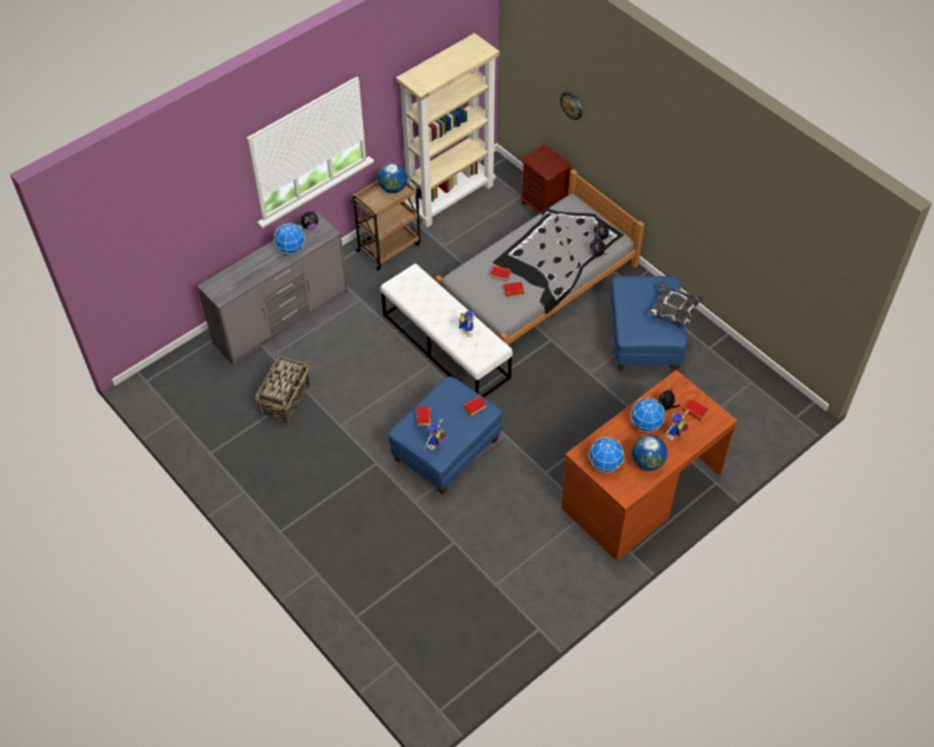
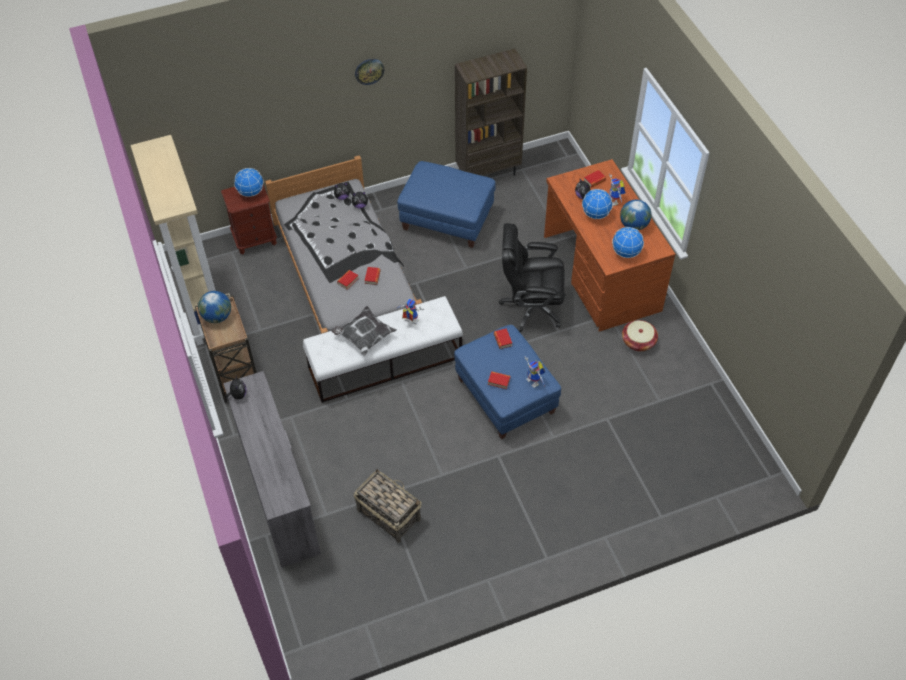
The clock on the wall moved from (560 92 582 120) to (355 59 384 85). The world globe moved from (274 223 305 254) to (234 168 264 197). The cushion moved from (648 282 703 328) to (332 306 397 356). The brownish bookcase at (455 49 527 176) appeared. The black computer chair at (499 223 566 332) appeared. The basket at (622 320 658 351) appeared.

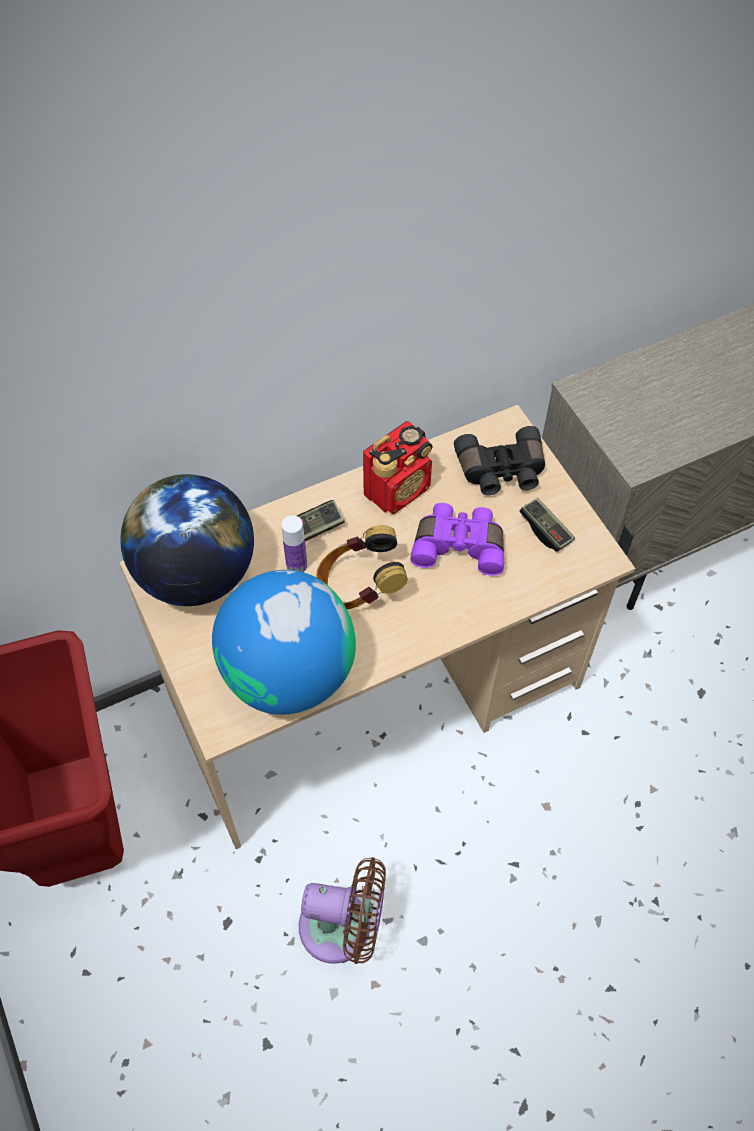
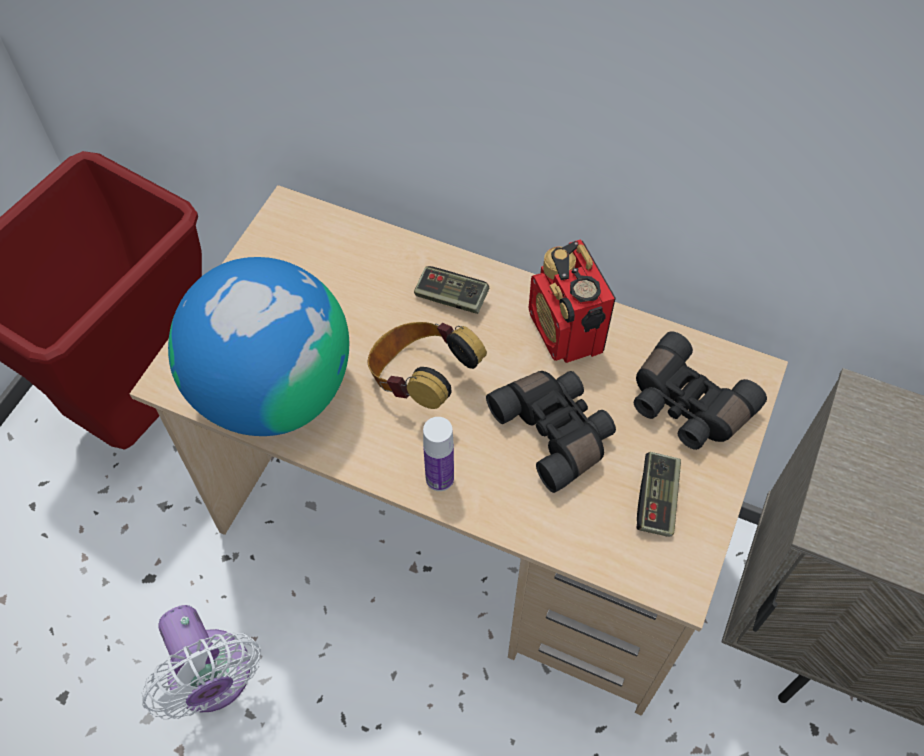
The radio set at (363 421 433 514) turned 60 degrees clockwise. The world globe at (120 474 254 606) disappeared. The purple field glasses at (410 503 504 576) became the black field glasses at (486 371 616 493). The drink bottle moved from (282 515 307 572) to (423 417 454 491). The brownish cooling fan at (299 857 386 964) became the white cooling fan at (142 605 261 719).

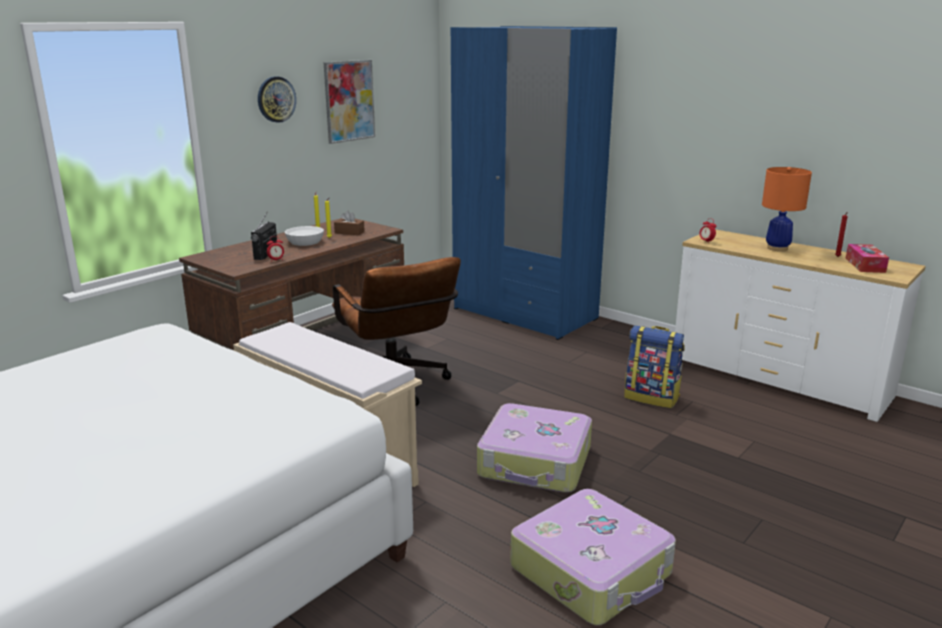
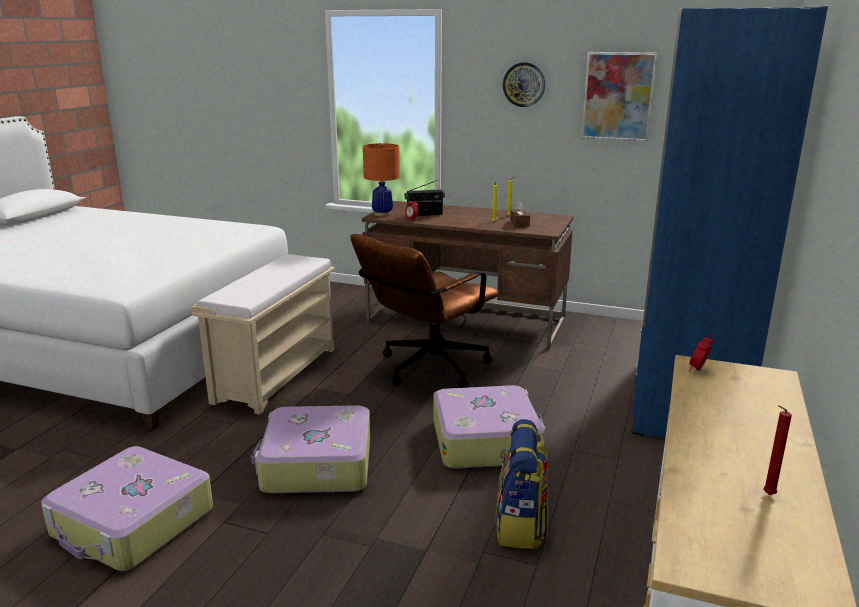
The orange-coloured tabletop lamp moved from (762 167 812 251) to (363 143 400 216). The white bowl at (285 226 324 246) disappeared. The box of tissues at (845 244 889 273) disappeared. The suitcase at (433 385 546 469) appeared.

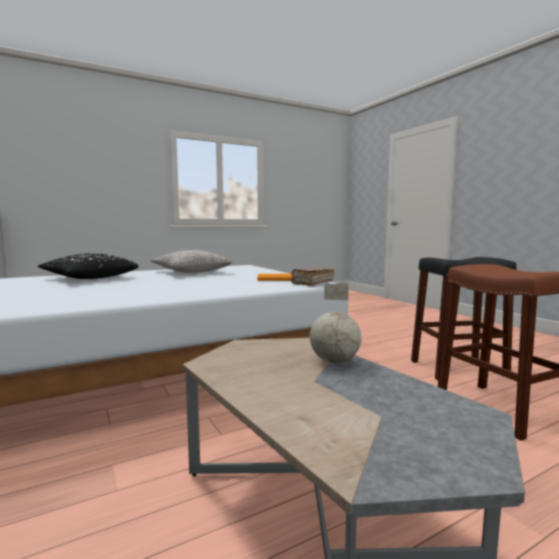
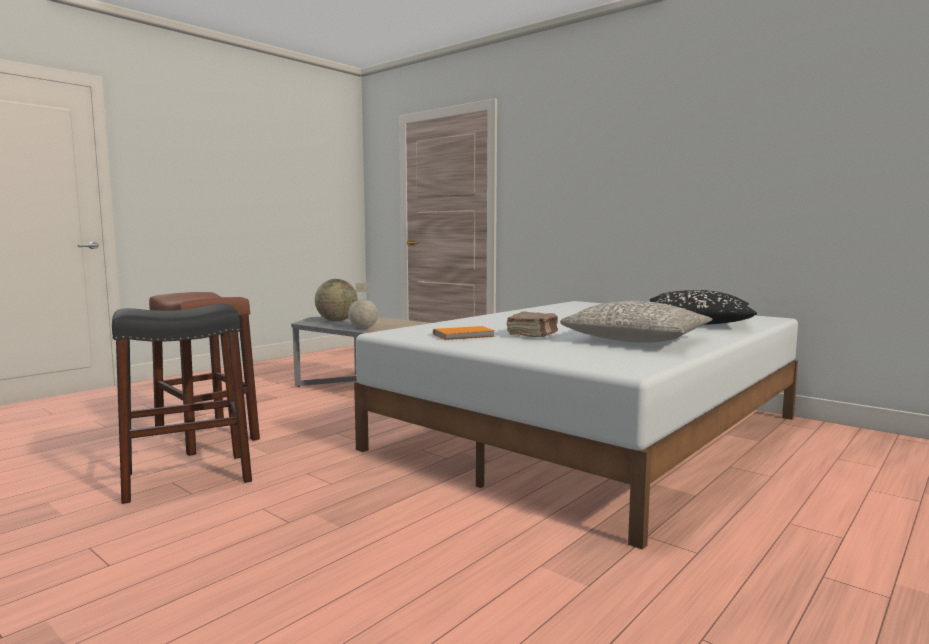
The brownish bound book moved from (291 267 335 286) to (507 311 558 337). The world globe at (315 279 358 321) appeared.

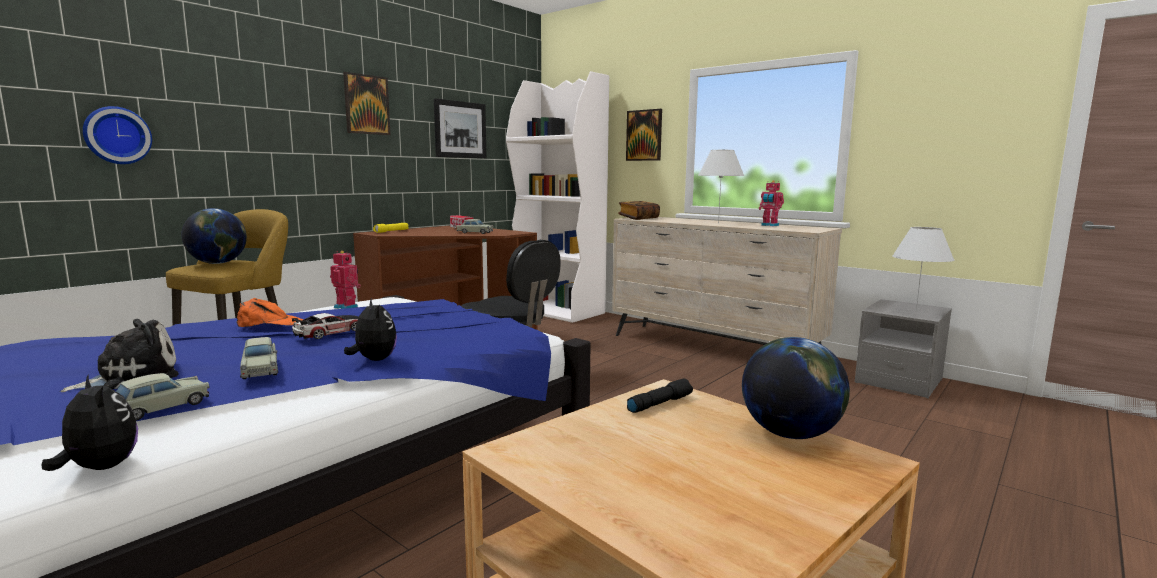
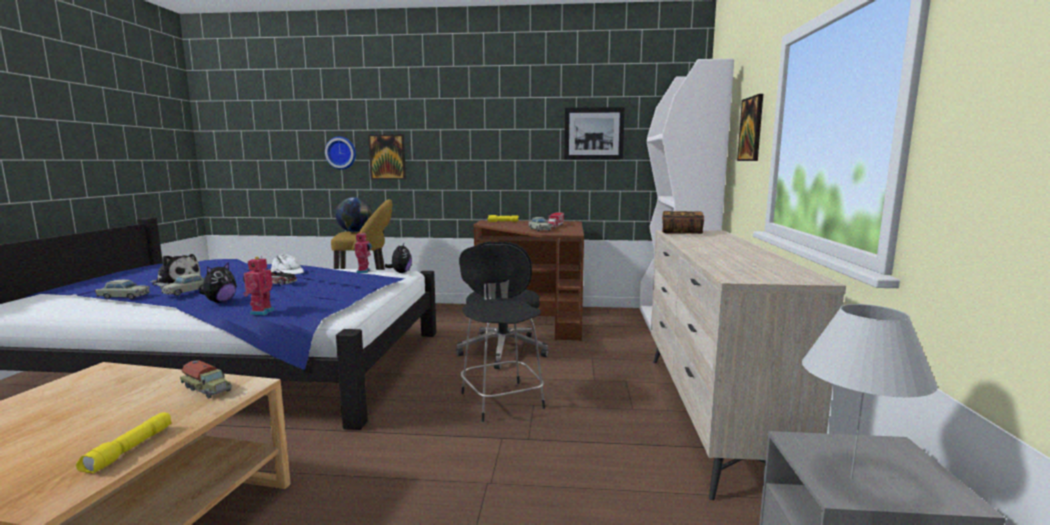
The wall picture moved from (343 72 391 135) to (368 135 406 180). The white tabletop lamp at (698 150 744 223) disappeared. The model robot moved from (759 180 784 226) to (243 256 275 315). The orange-coloured cap at (237 298 303 327) became the white cap at (271 254 304 274). The world globe at (742 337 850 439) was replaced by the yellow-coloured hand torch at (76 412 172 473). The plush toy moved from (41 375 138 471) to (385 243 412 273). The black hand torch at (627 379 693 413) was replaced by the model truck at (180 360 232 399). The black stool seat at (459 245 545 422) appeared.

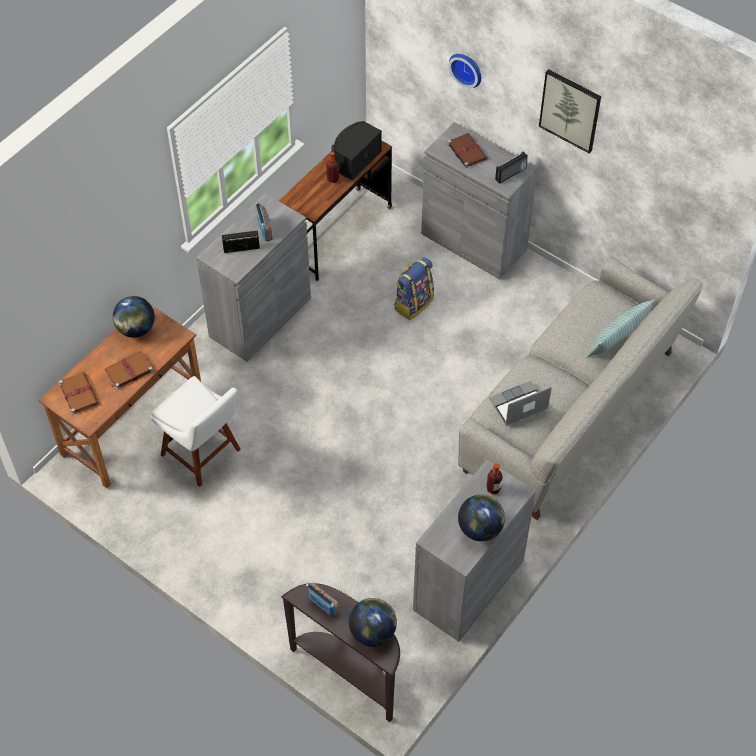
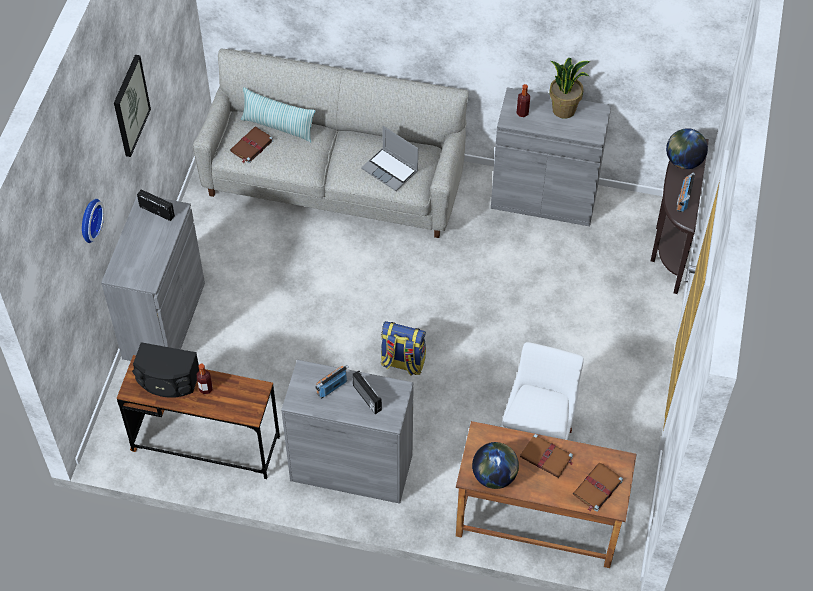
The brownish bound book moved from (447 133 487 168) to (230 127 274 163). The rucksack moved from (394 257 434 320) to (381 321 426 376). The world globe at (458 494 505 541) was replaced by the potted plant at (549 58 590 119).

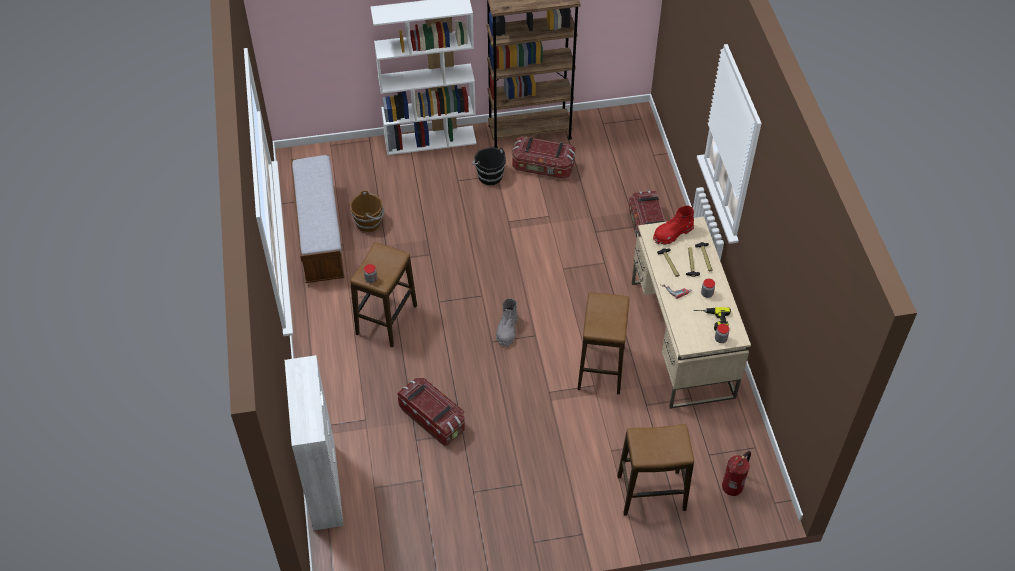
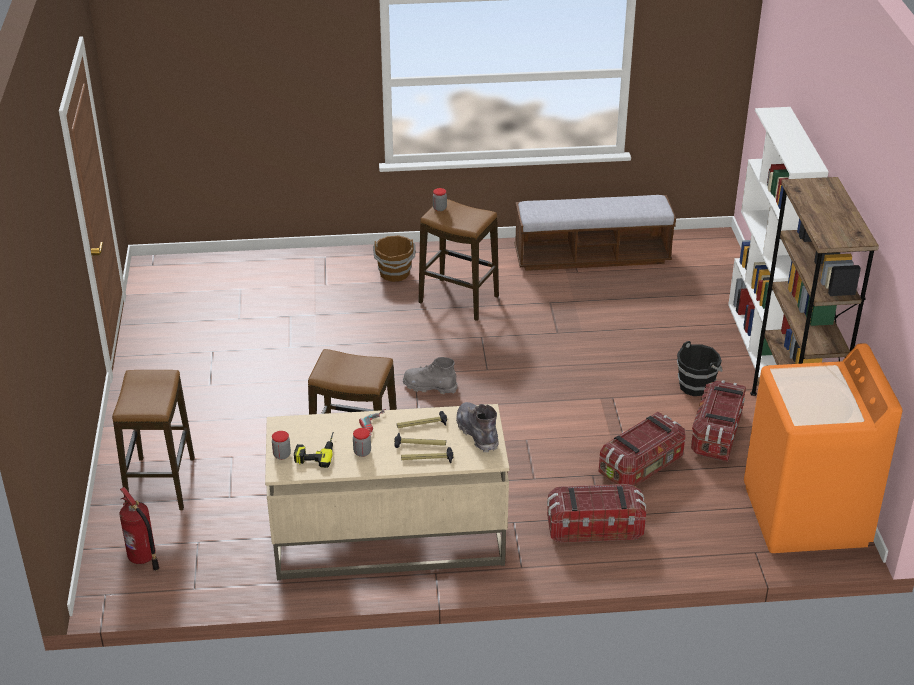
The brownish bucket moved from (350 190 385 232) to (373 235 415 282). The red-coloured tall boot at (653 205 694 245) became the gray tall boot at (456 402 498 453). The white cupboard at (285 355 344 531) disappeared. The storage box moved from (397 378 465 446) to (598 412 686 486). The orange-coloured laundry machine at (744 343 903 553) appeared.

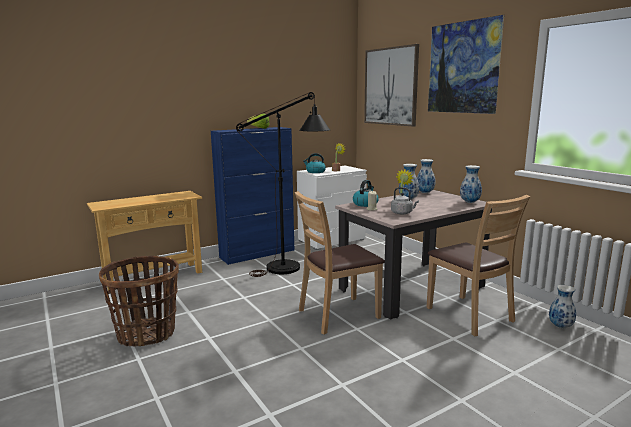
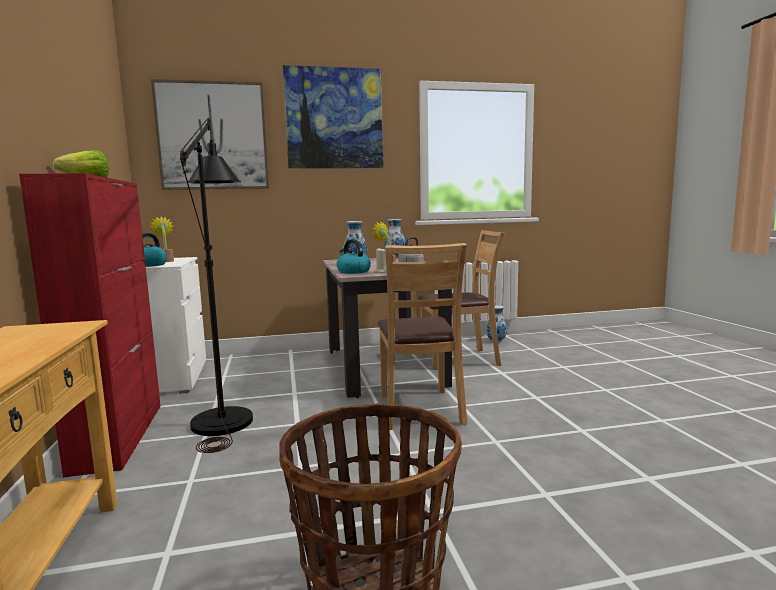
The bluish cupboard at (211 127 294 265) became the red-coloured cupboard at (19 173 161 477). The decorative vase at (417 159 435 193) disappeared.

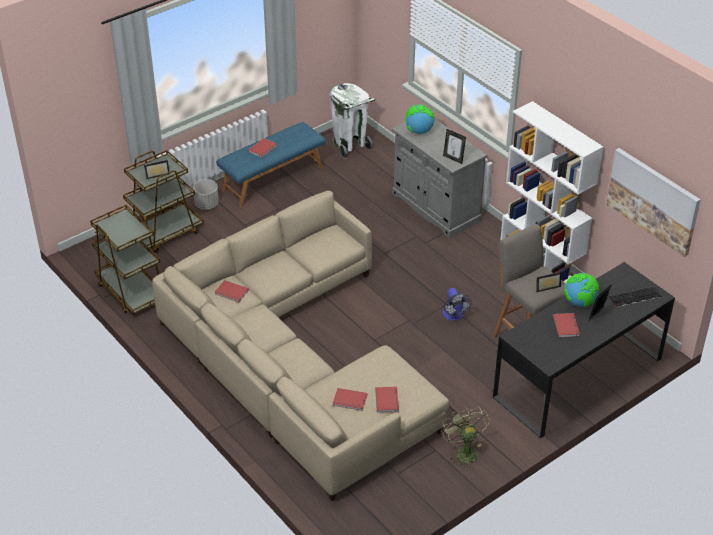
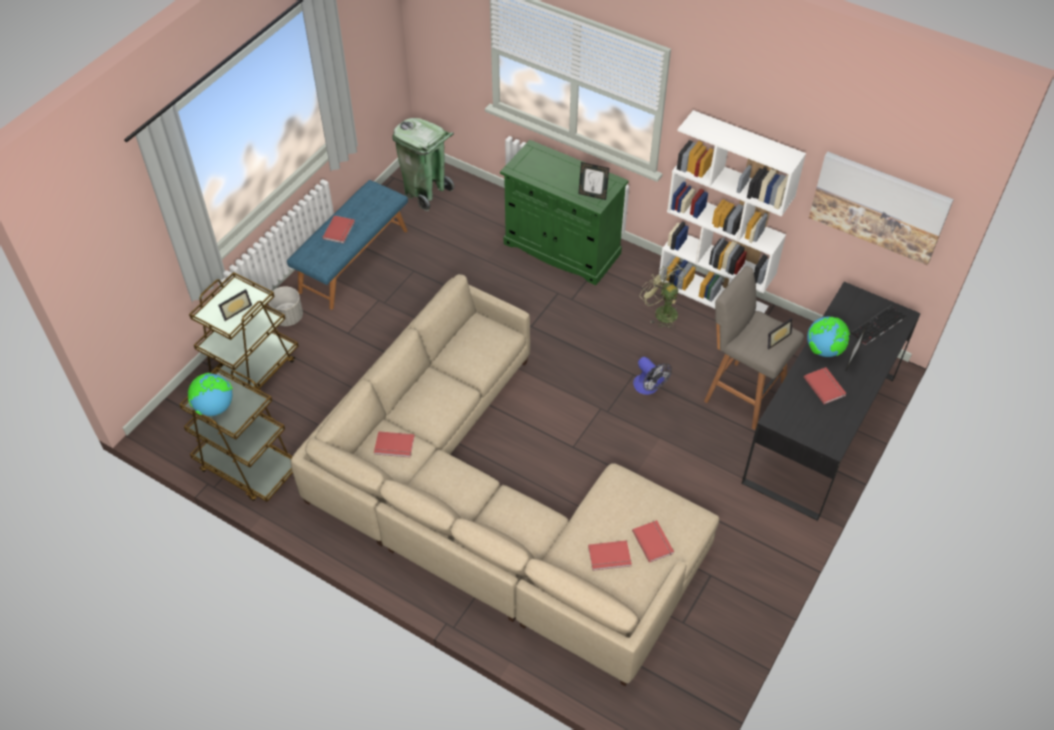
The white trash can at (329 83 375 159) became the green trash can at (393 118 454 211). The world globe moved from (405 104 435 134) to (188 373 233 416). The gray cupboard at (392 119 487 238) became the green cupboard at (500 140 629 285). The green cooling fan moved from (441 406 490 470) to (640 262 685 329).

